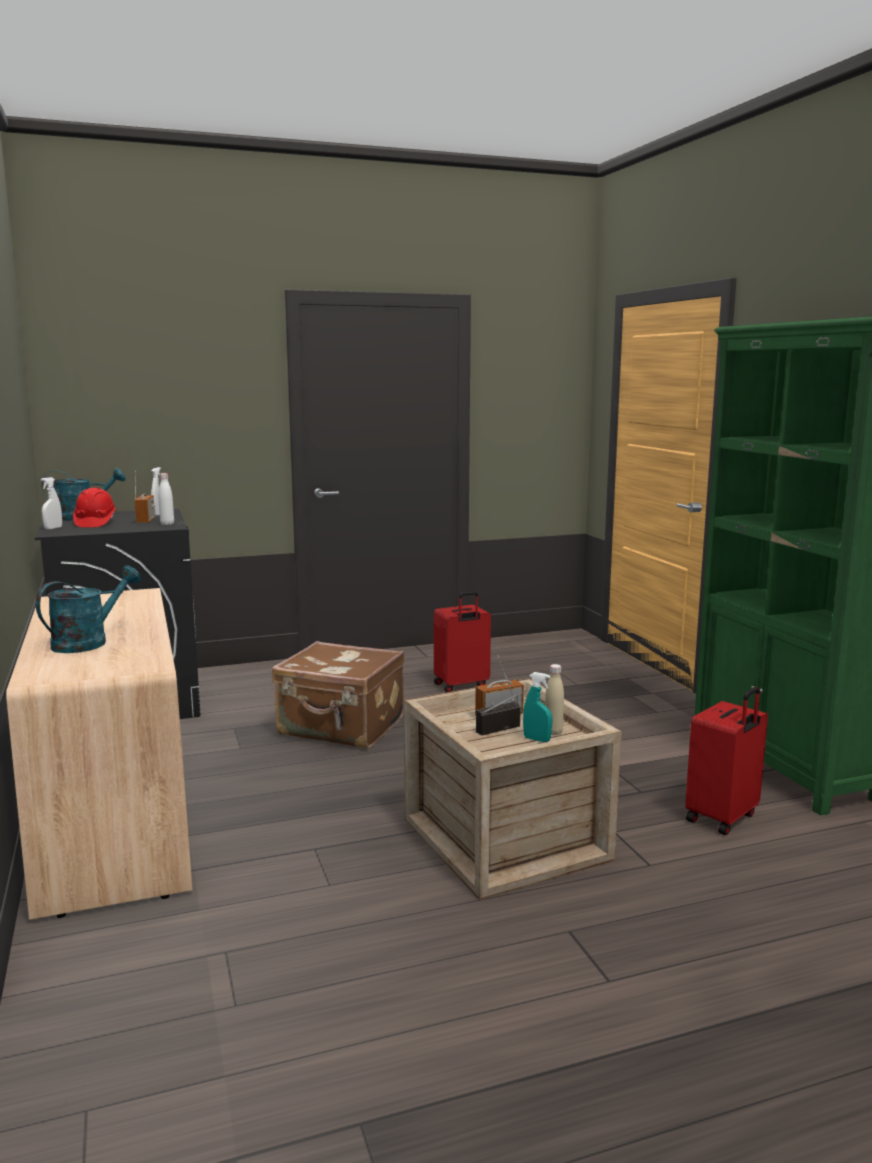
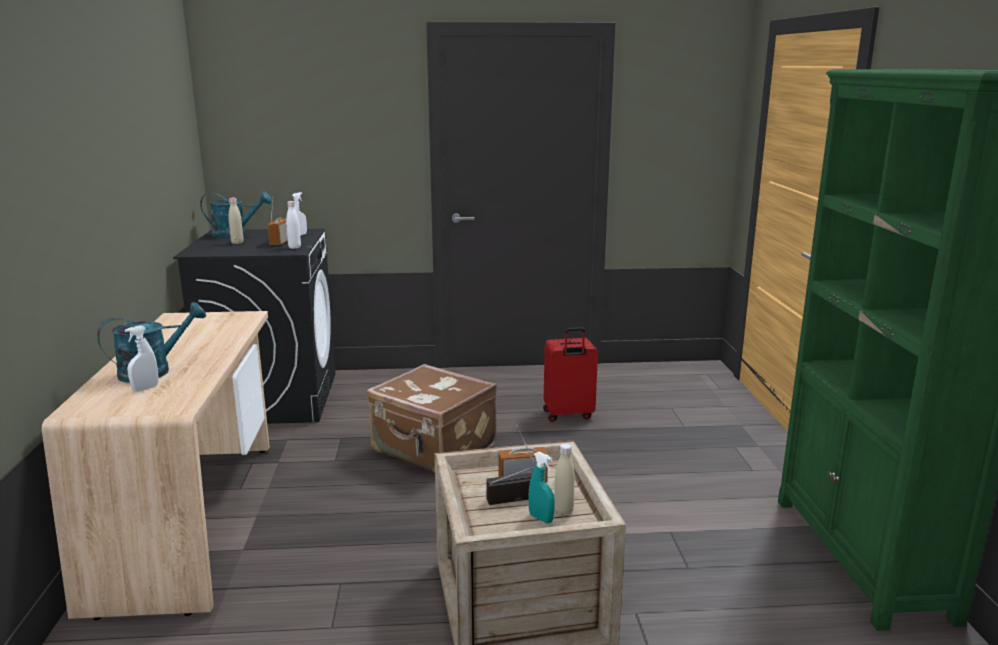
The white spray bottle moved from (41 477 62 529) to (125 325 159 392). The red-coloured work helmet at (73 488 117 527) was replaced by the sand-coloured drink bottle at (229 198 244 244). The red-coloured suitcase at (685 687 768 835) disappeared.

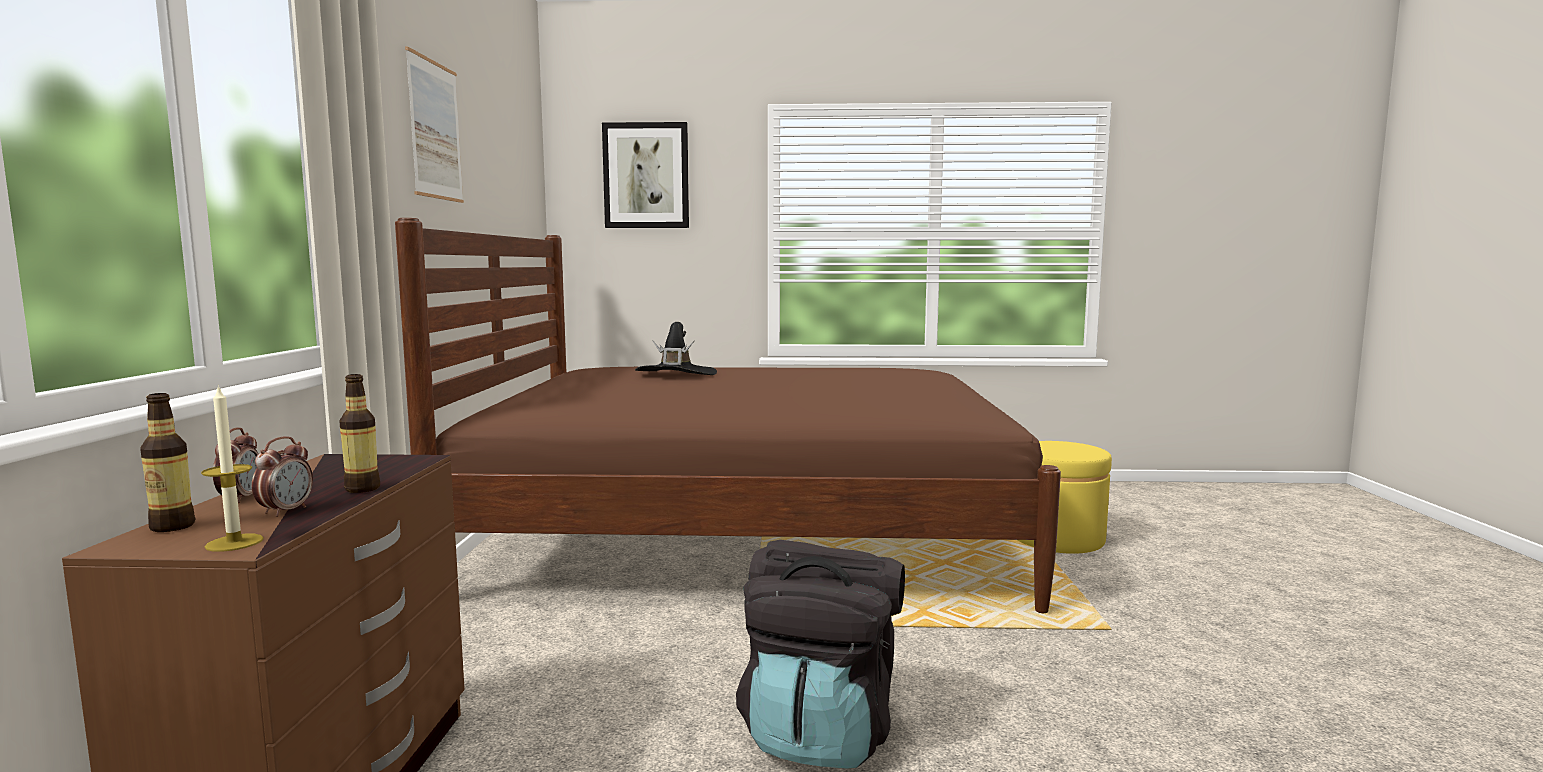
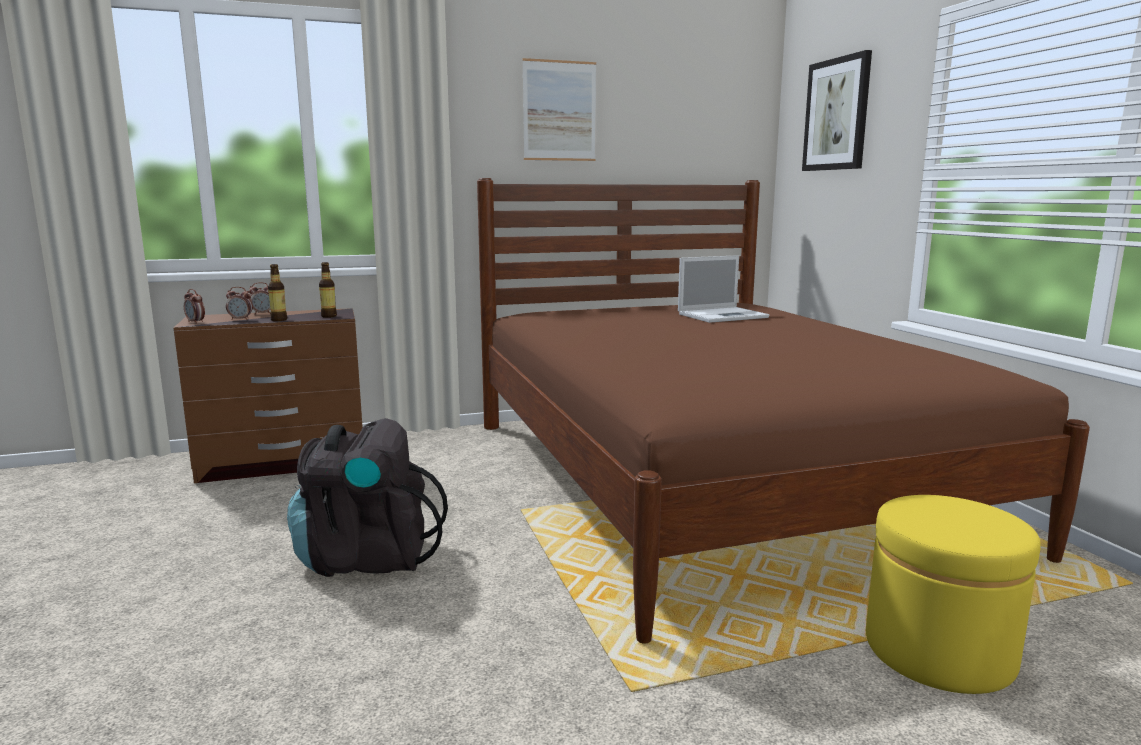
The black wearable hat at (635 322 717 375) was replaced by the notebook computer at (678 255 769 323). The wax candle at (201 385 264 552) was replaced by the alarm clock at (184 289 205 324). The drink bottle moved from (140 393 195 532) to (319 262 337 318).

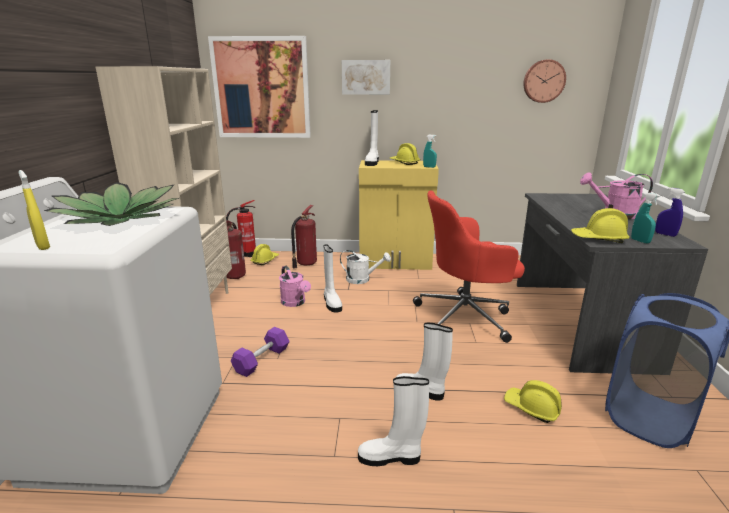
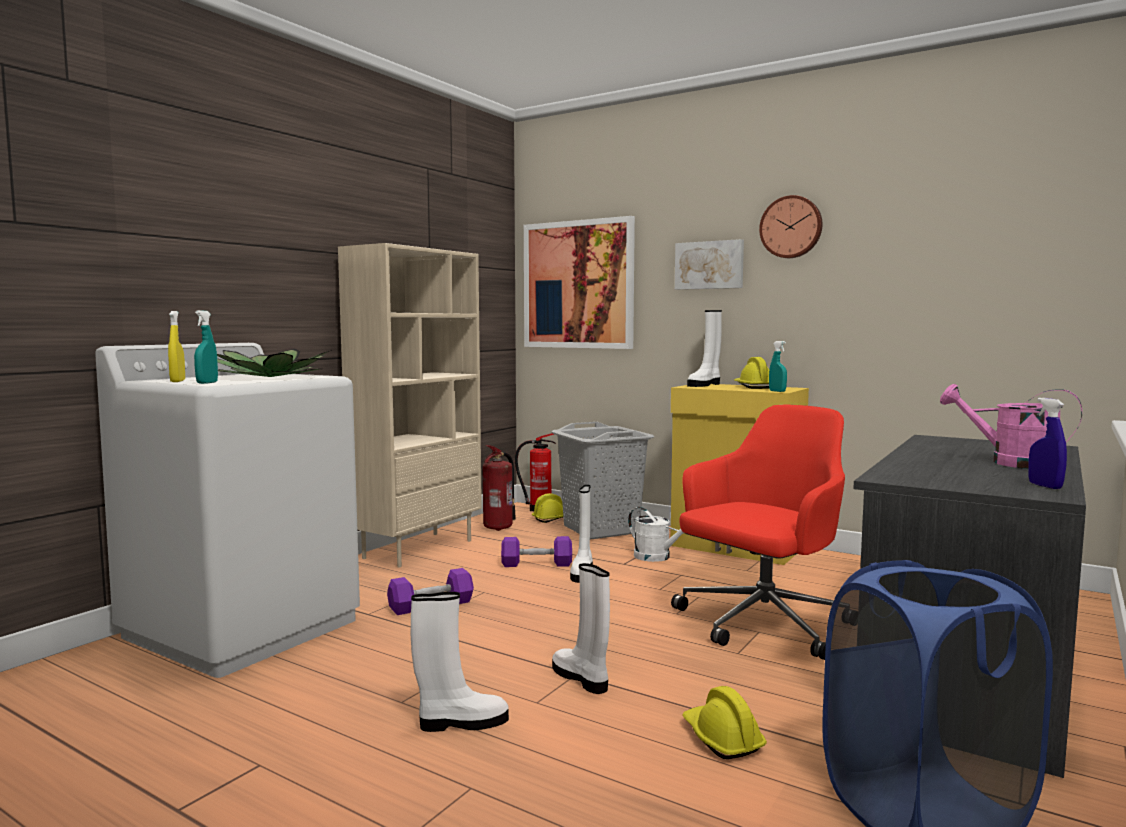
The clock on the wall moved from (523 59 566 103) to (759 195 822 258). The red-coloured computer chair at (413 190 525 343) turned 120 degrees clockwise. The turquoise spray bottle moved from (631 193 661 243) to (194 310 218 384). The fire-fighting cylinder at (291 205 317 269) was replaced by the gray washing basket at (551 422 654 540). The yellow-coloured work helmet at (571 208 630 243) disappeared. The pink watering can at (279 266 311 307) was replaced by the purple hand weight at (501 536 572 567). The white tall boot at (358 376 429 466) turned 135 degrees clockwise.

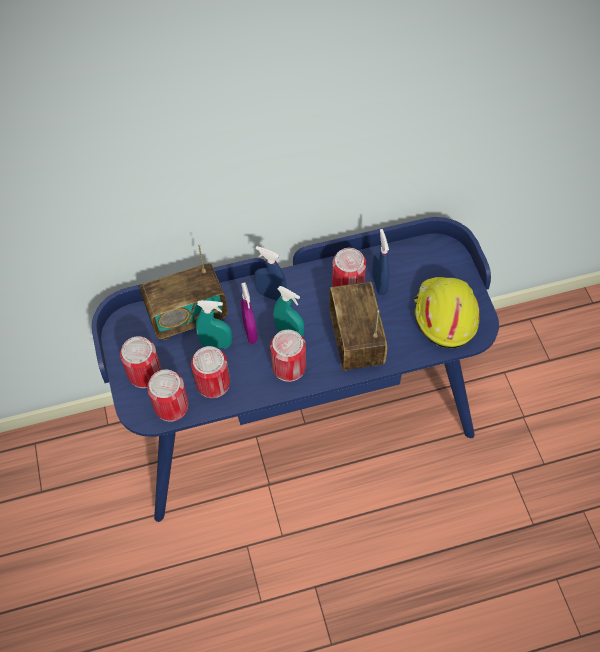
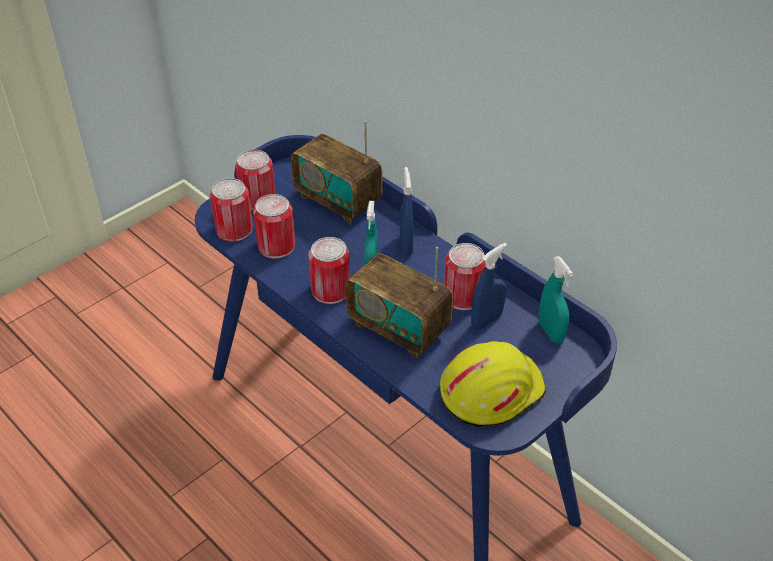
The radio set at (329 281 388 371) turned 105 degrees counterclockwise. The purple spray bottle at (241 282 258 344) disappeared. The turquoise spray bottle moved from (196 300 232 348) to (539 256 573 343).

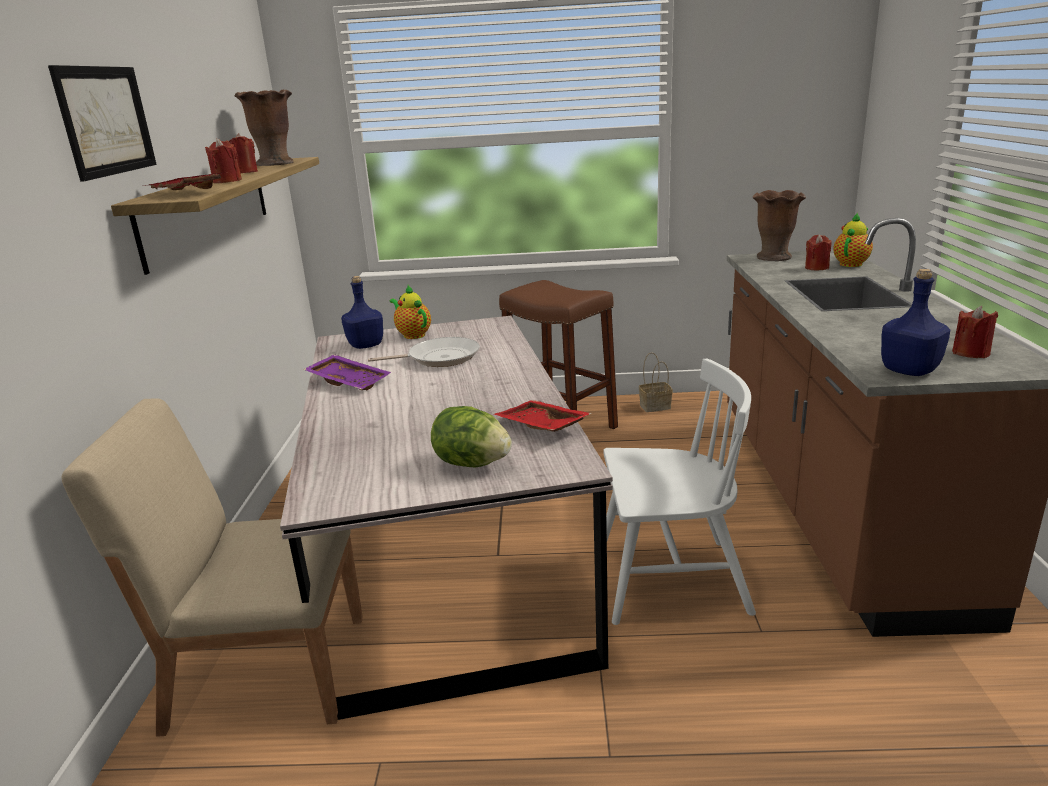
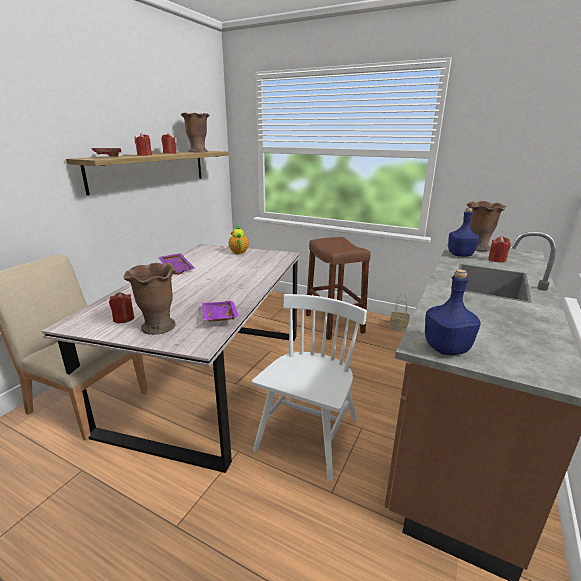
The wall picture at (48 65 157 182) disappeared. The tea pot at (833 213 873 267) disappeared. The bluish drink bottle moved from (341 276 383 349) to (448 208 479 257). The red-coloured wax candle moved from (952 306 998 358) to (109 292 134 323). The frying pan at (368 337 480 367) disappeared. The white chair at (604 358 756 625) turned 90 degrees counterclockwise. The red-coloured serving tray at (494 400 592 432) became the purple serving tray at (202 301 239 322). The lettuce head at (431 406 512 467) was replaced by the brownish decorative vase at (123 263 176 335).

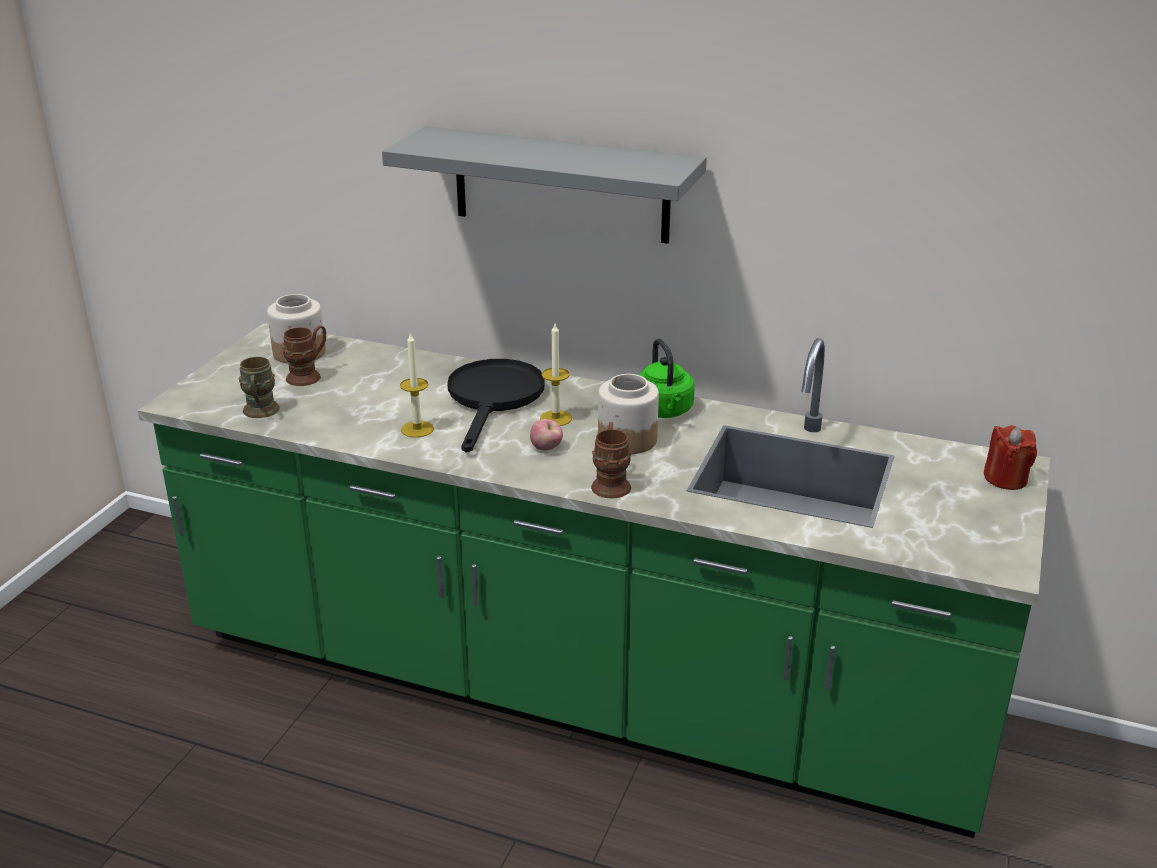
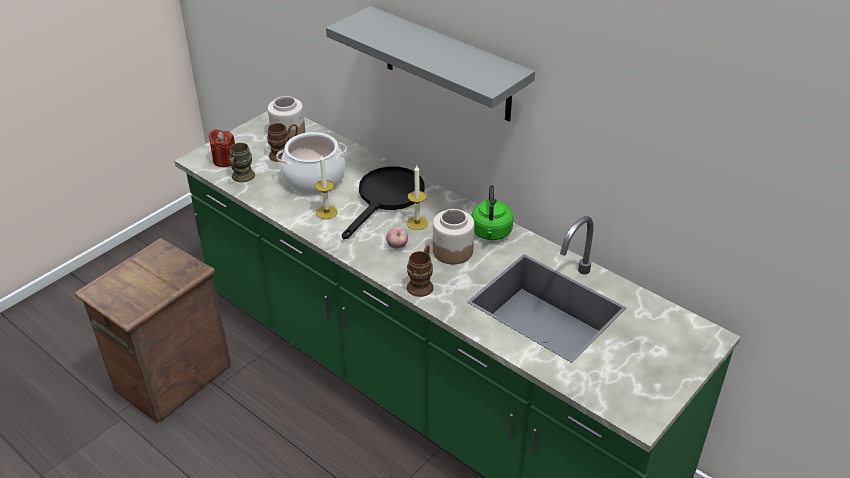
The red-coloured wax candle moved from (983 425 1037 490) to (209 129 235 167). The saucepot at (277 132 347 194) appeared. The packing crate at (75 238 231 424) appeared.

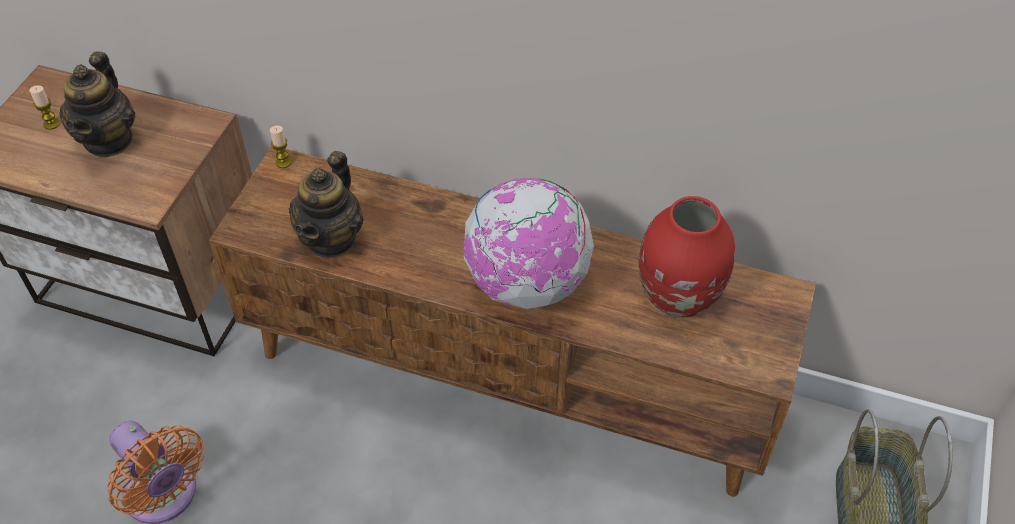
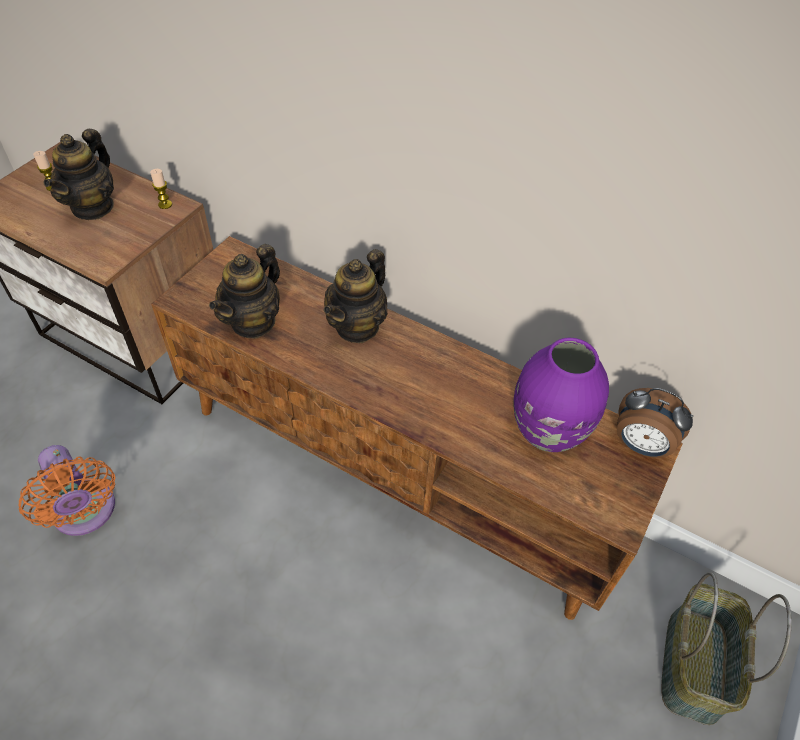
The wax candle moved from (270 125 292 168) to (150 169 172 209). The world globe at (462 178 594 309) disappeared. The red-coloured decorative vase at (639 196 735 318) became the purple decorative vase at (513 338 609 452). The tea pot at (324 249 388 343) appeared. The alarm clock at (617 388 693 458) appeared.

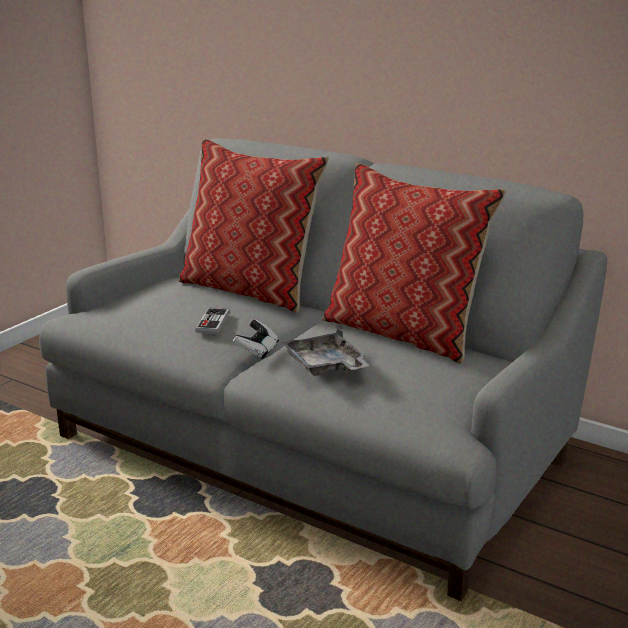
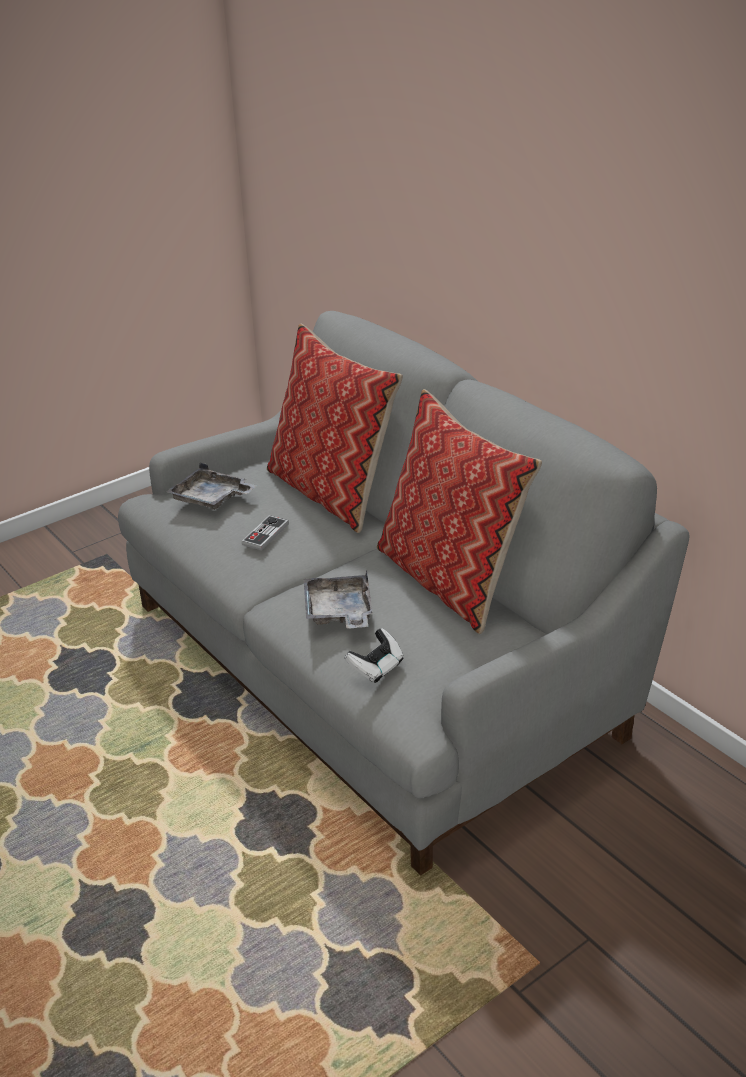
The game controller moved from (233 319 279 359) to (345 628 404 683). The gray serving tray at (166 463 257 510) appeared.

